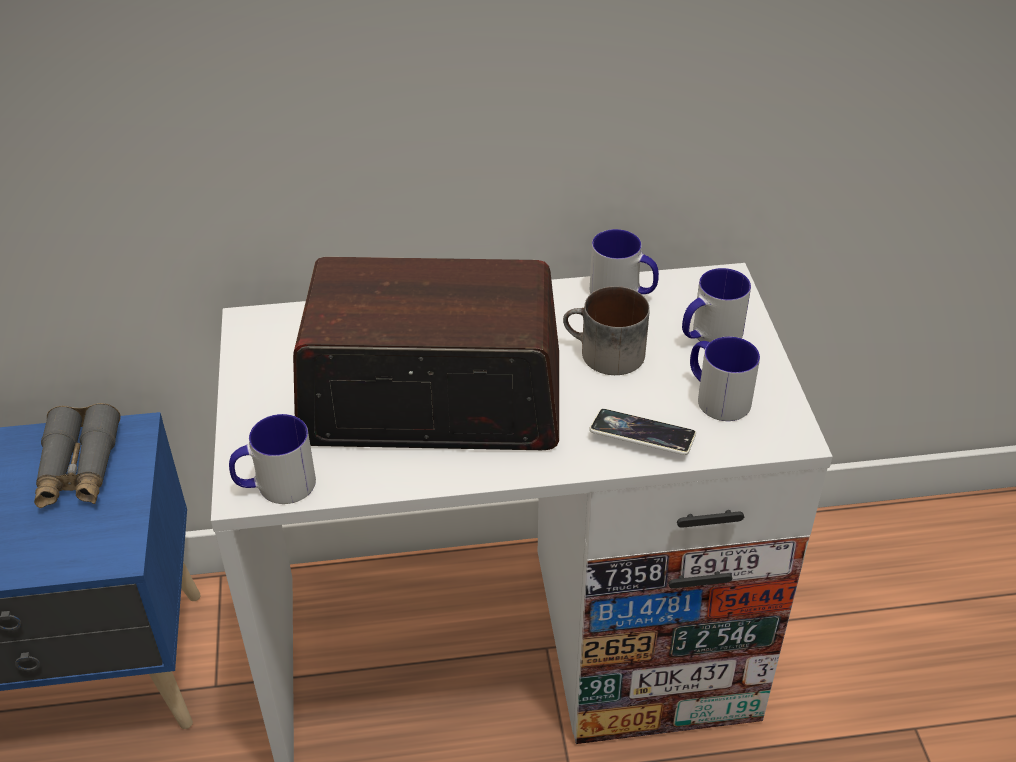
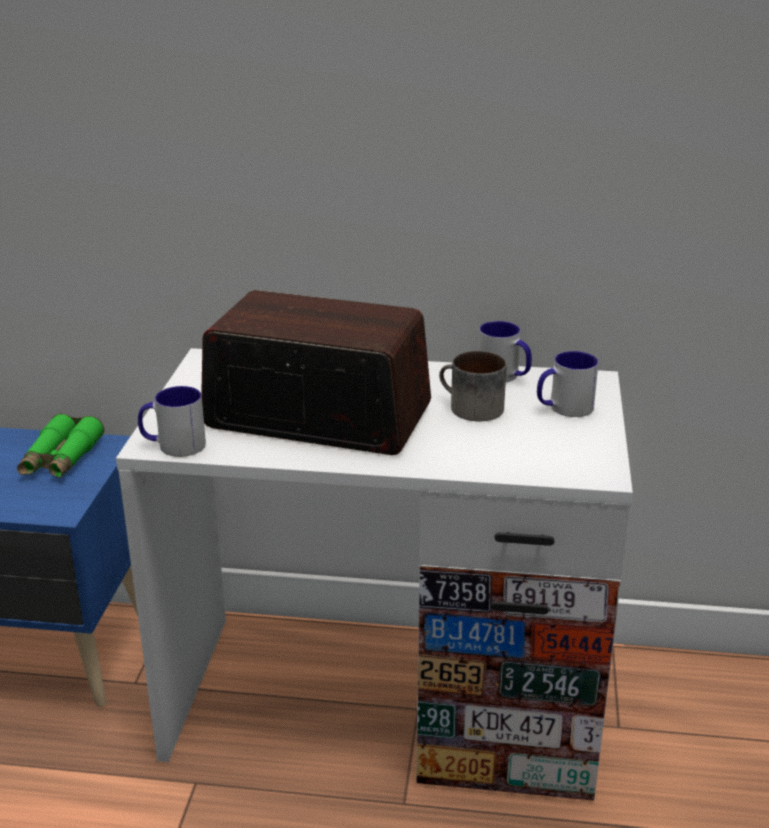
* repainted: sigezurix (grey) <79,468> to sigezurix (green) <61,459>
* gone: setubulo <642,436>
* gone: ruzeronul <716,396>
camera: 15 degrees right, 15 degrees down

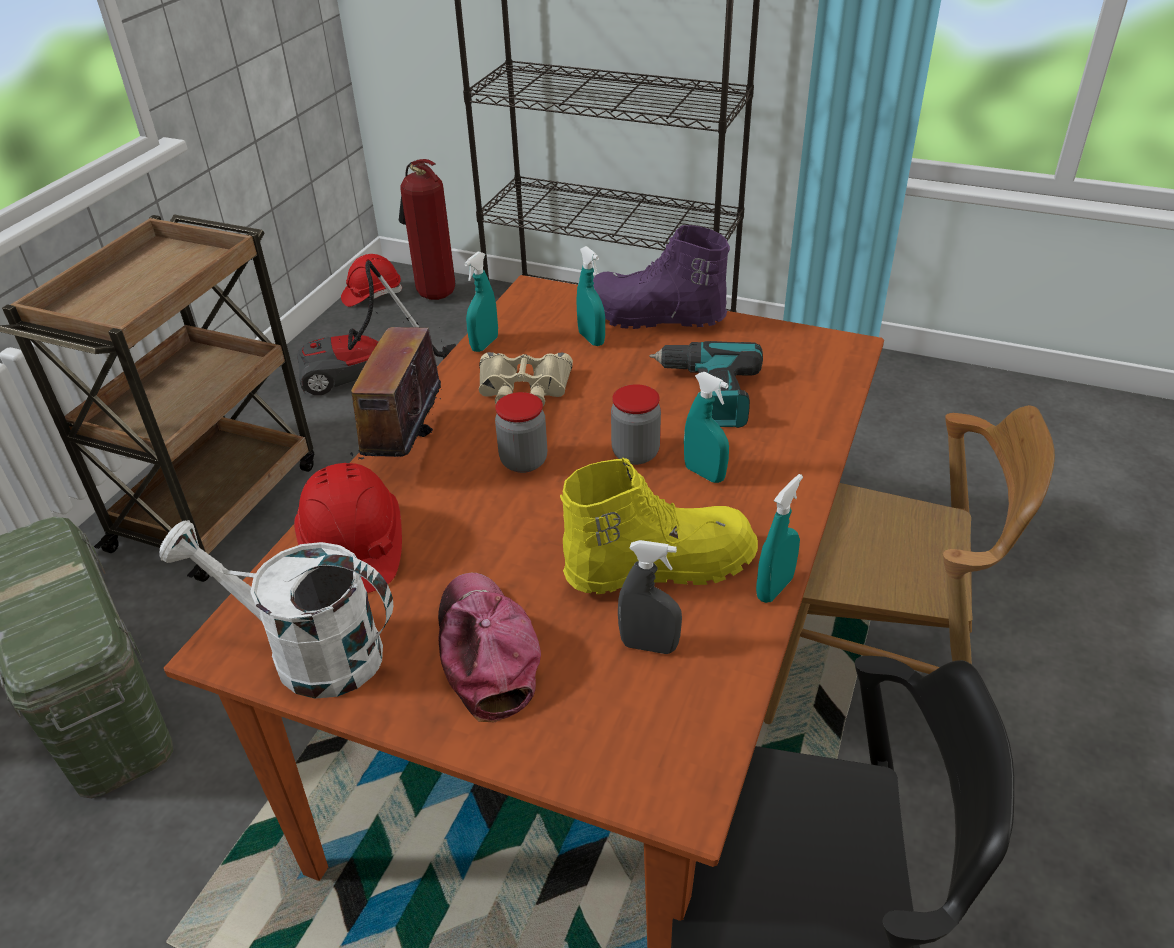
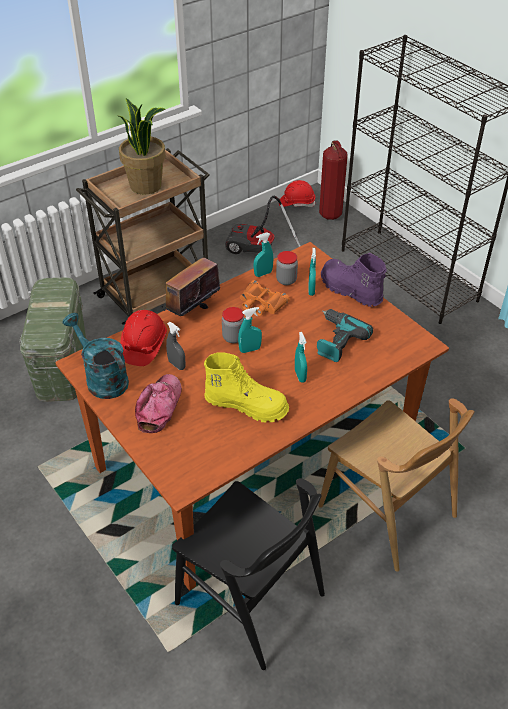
* repainted: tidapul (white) <308,653> to tidapul (turquoise) <102,378>
* new: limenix <146,185>
* shifted: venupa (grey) <649,646> to <177,365>
* shifted: venupa (turquoise) <774,588> to <250,349>
* repainted: sigezurix (beige) <524,388> to sigezurix (orange) <261,303>
* shifted: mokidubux <635,453> to <286,280>
camera: 30 degrees right, 5 degrees up

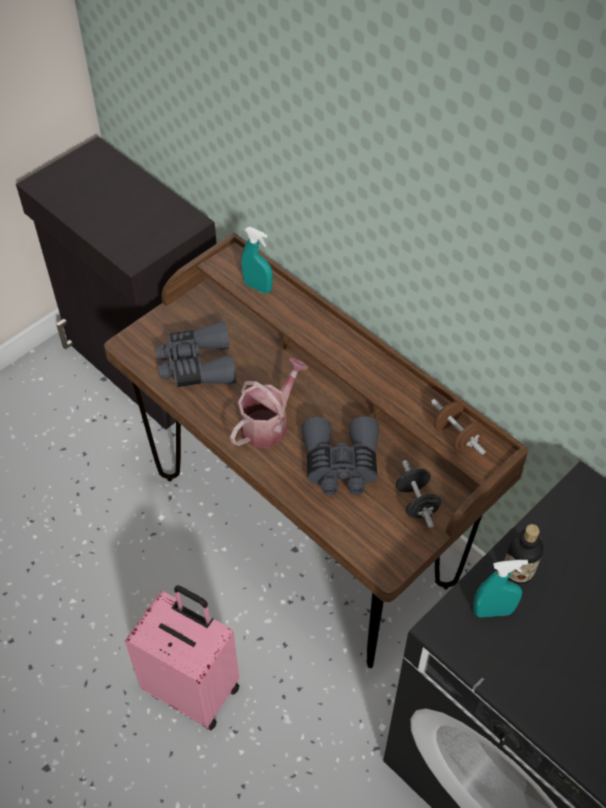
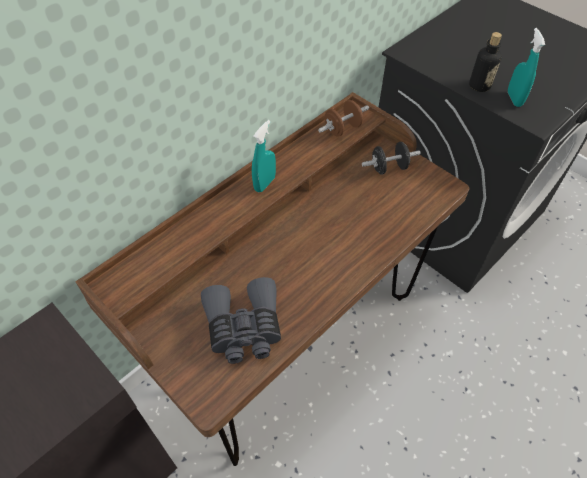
* shifted: venupa (turquoise) <258,287> to <264,184>
* gone: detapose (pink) <194,688>
* gone: tidapul <268,423>
* gone: sigezurix (grey) <341,464>
camera: 90 degrees left, 0 degrees up

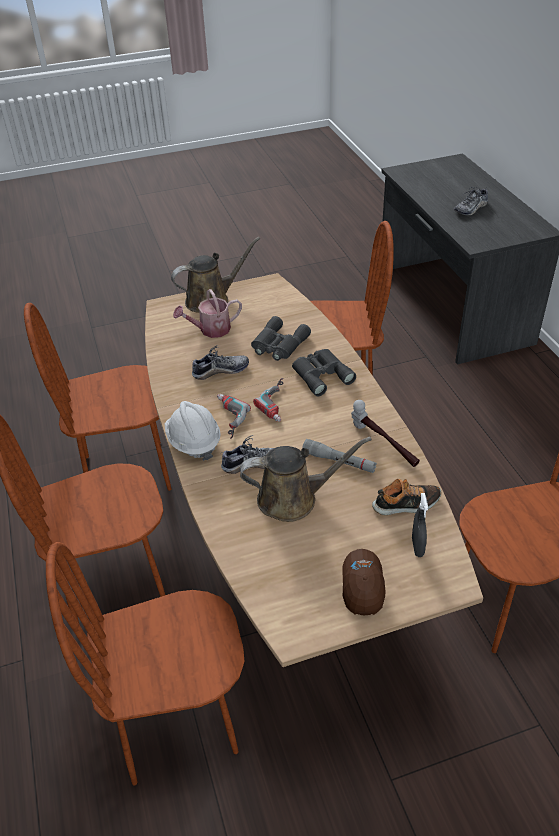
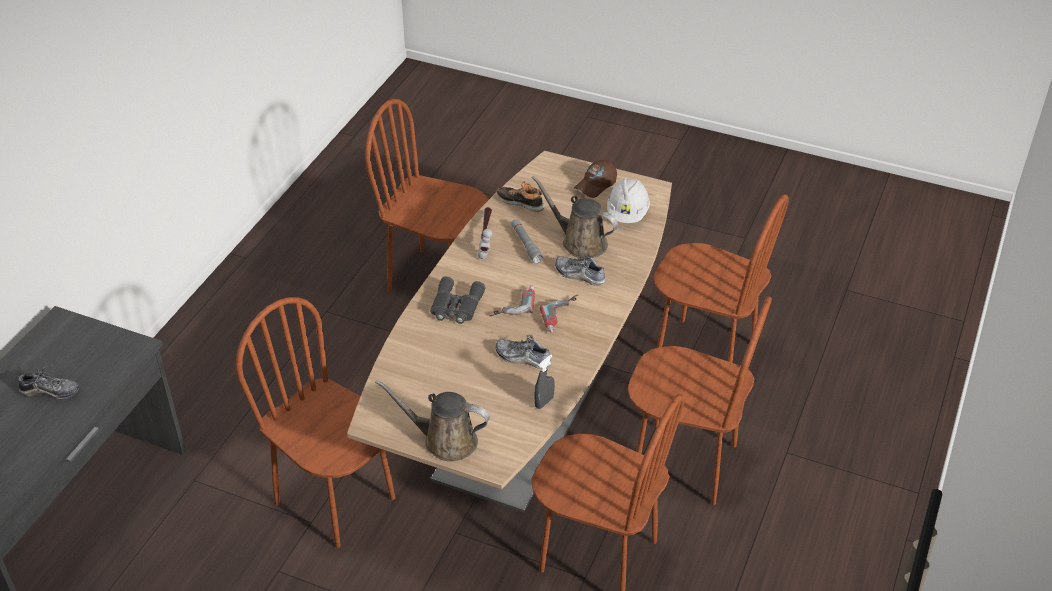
* shifted: venupa (grey) <417,547> to <544,402>
* shifted: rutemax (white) <193,442> to <627,213>
* gone: tidapul <210,330>
* gone: sigezurix (grey) <278,345>
camera: 140 degrees left, 0 degrees up

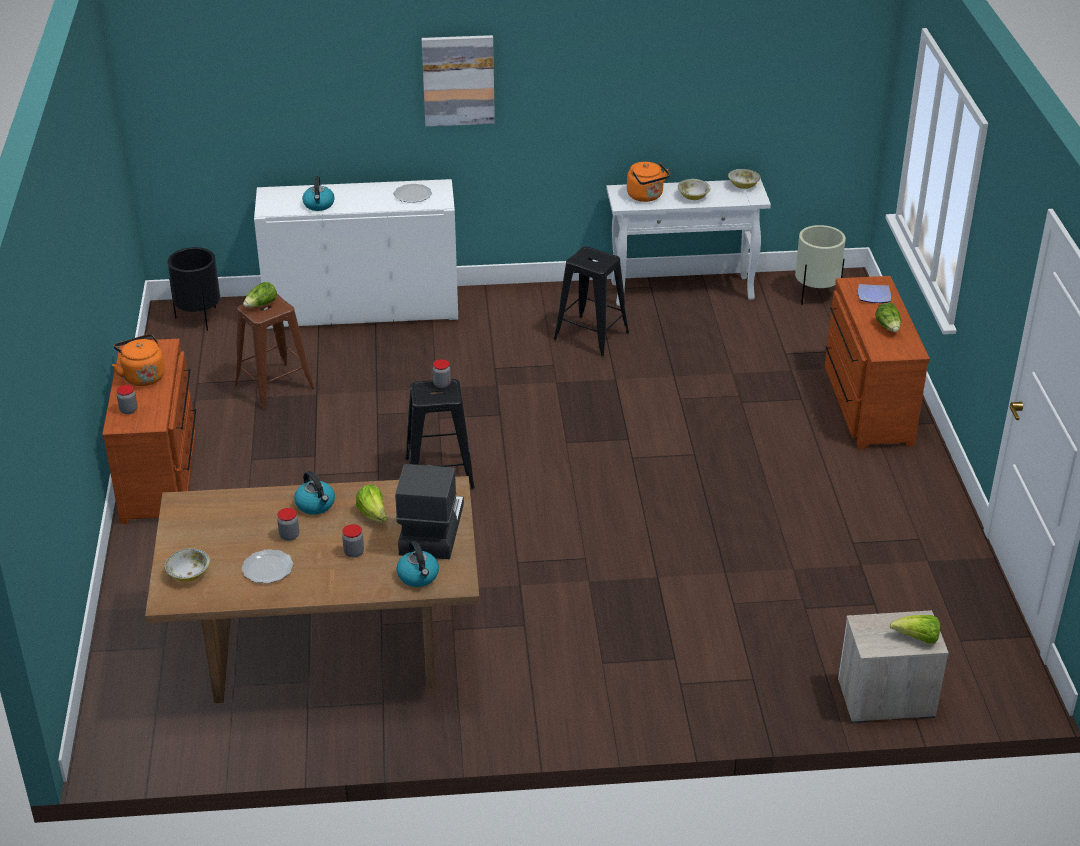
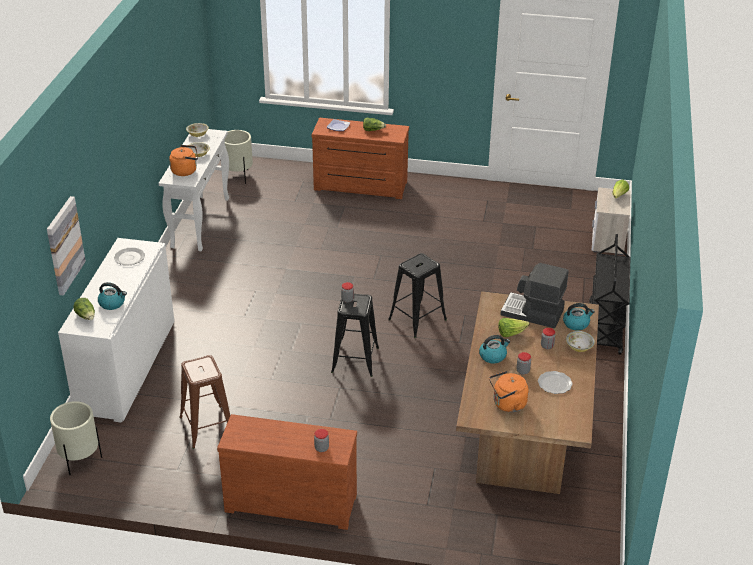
* shifted: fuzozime <458,80> to <64,245>
* repainted: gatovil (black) <199,318> to gatovil (beige) <80,460>
* shifted: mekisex <261,305> to <86,316>
* shifted: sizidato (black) <591,337> to <418,319>
* shifted: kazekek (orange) <142,376> to <507,404>
* shifted: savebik <189,574> to <579,347>
* new: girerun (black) <605,329>
camera: 75 degrees left, 0 degrees up

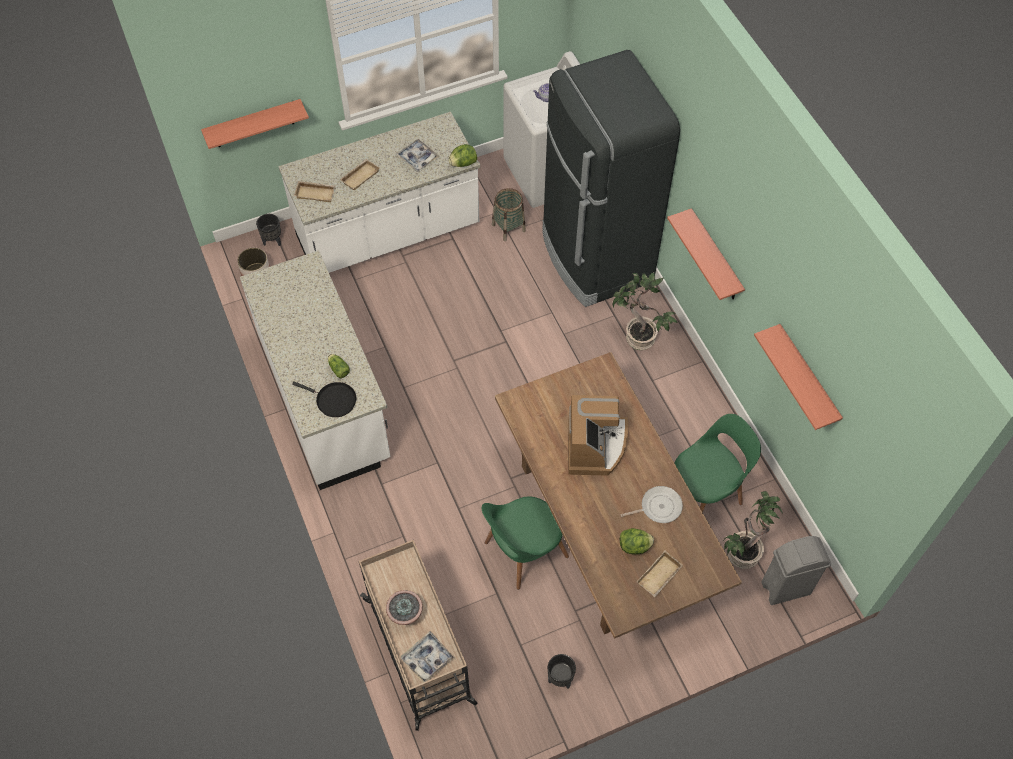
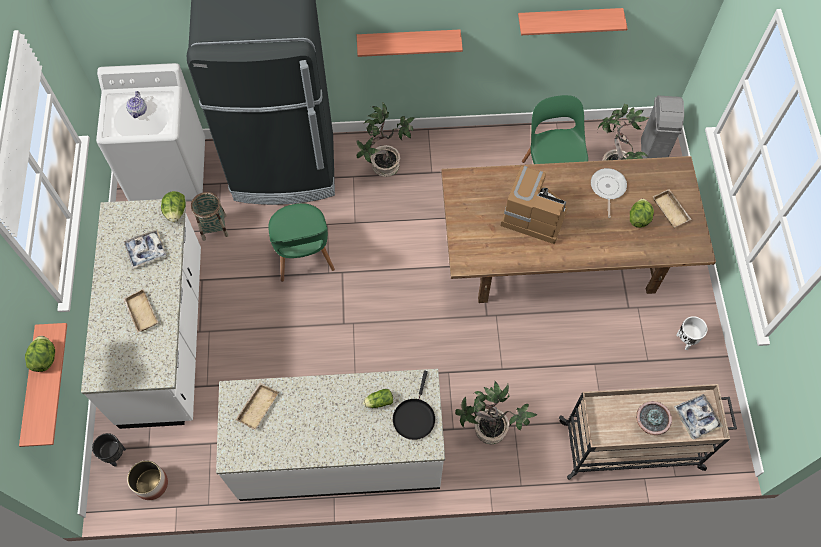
* new: mekisex <45,358>
* shifted: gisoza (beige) <316,193> to <257,406>
* shifted: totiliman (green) <523,551> to <303,255>
* rotated: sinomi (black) <333,400> = <414,417> 150 degrees clockwise
* new: limenix <489,430>
* repainted: gatovil (black) <560,679> to gatovil (white) <685,340>
camera: 70 degrees left, 5 degrees up

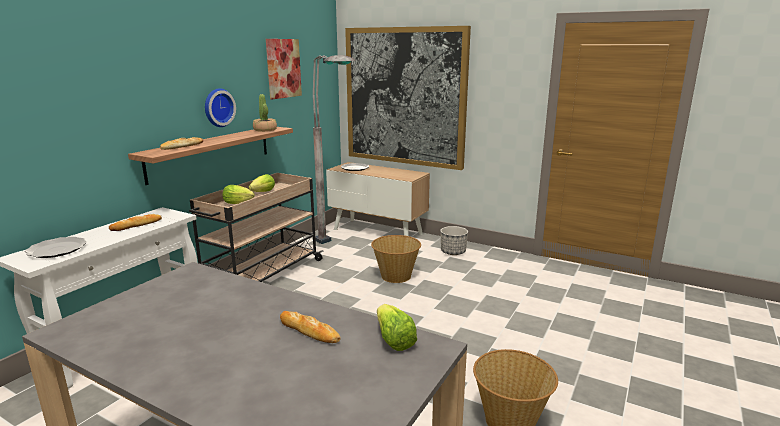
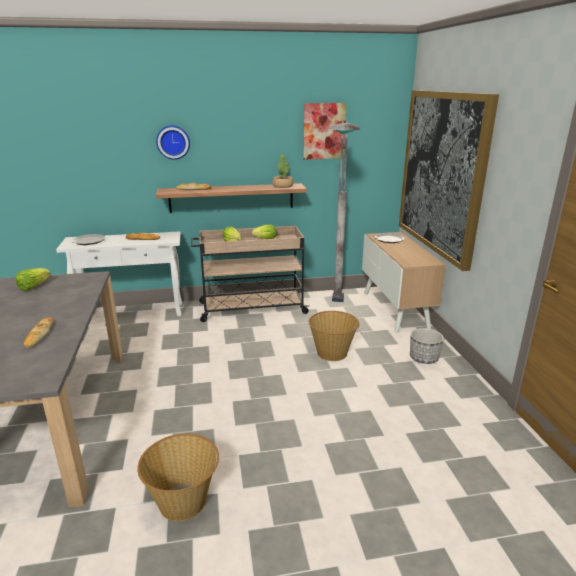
* shifted: mekisex <393,340> to <33,287>
* shifted: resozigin <218,107> to <173,142>
camera: 50 degrees right, 5 degrees up

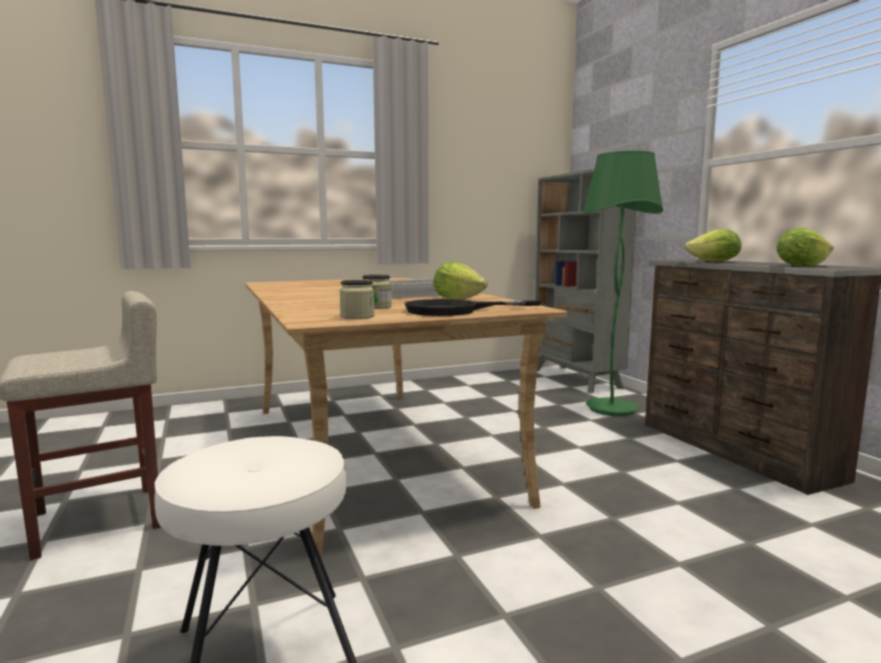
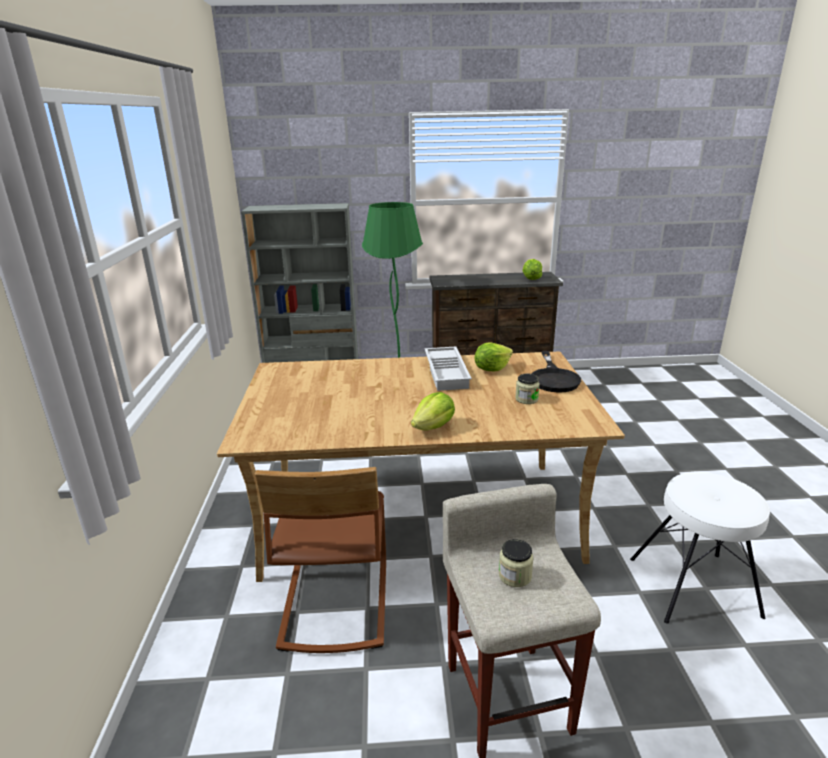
* new: totiliman (brown) <334,602>
* shifted: mekisex <714,262> to <434,427>
* shifted: mokidubux <357,316> to <515,576>
camera: 70 degrees left, 15 degrees up

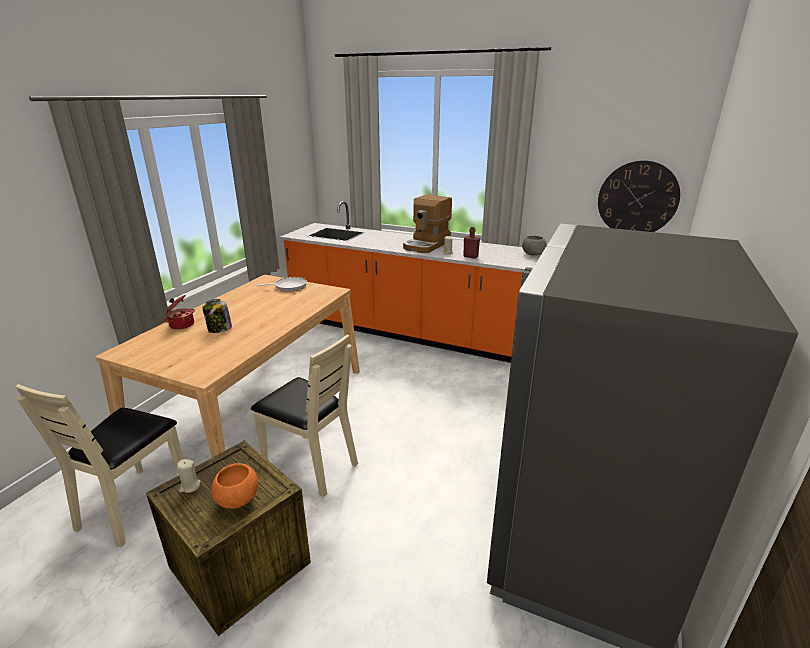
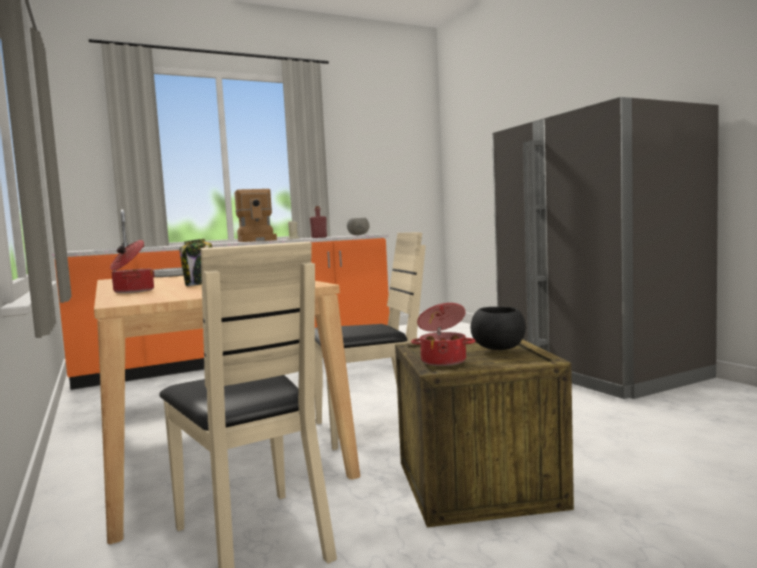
* swapped: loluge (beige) <190,486> to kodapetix <443,361>
* repainted: savebik (orange) <238,499> to savebik (black) <498,348>
* gone: resozigin <637,199>
camera: 50 degrees left, 20 degrees down

